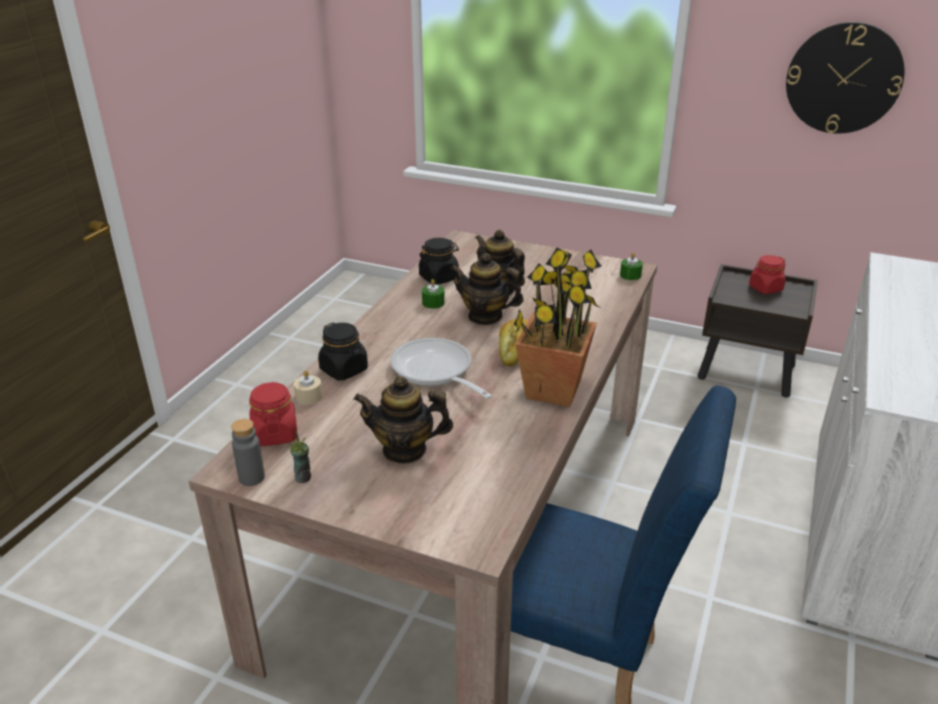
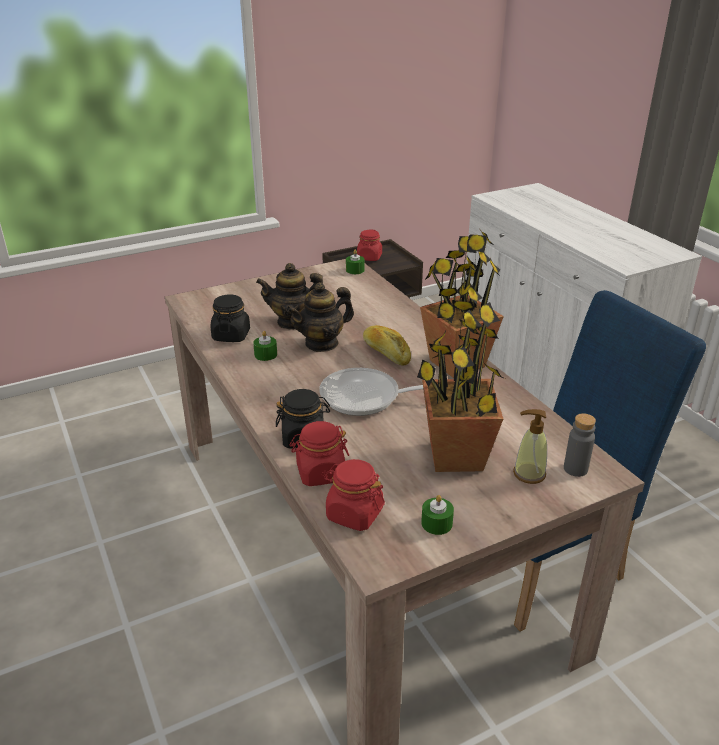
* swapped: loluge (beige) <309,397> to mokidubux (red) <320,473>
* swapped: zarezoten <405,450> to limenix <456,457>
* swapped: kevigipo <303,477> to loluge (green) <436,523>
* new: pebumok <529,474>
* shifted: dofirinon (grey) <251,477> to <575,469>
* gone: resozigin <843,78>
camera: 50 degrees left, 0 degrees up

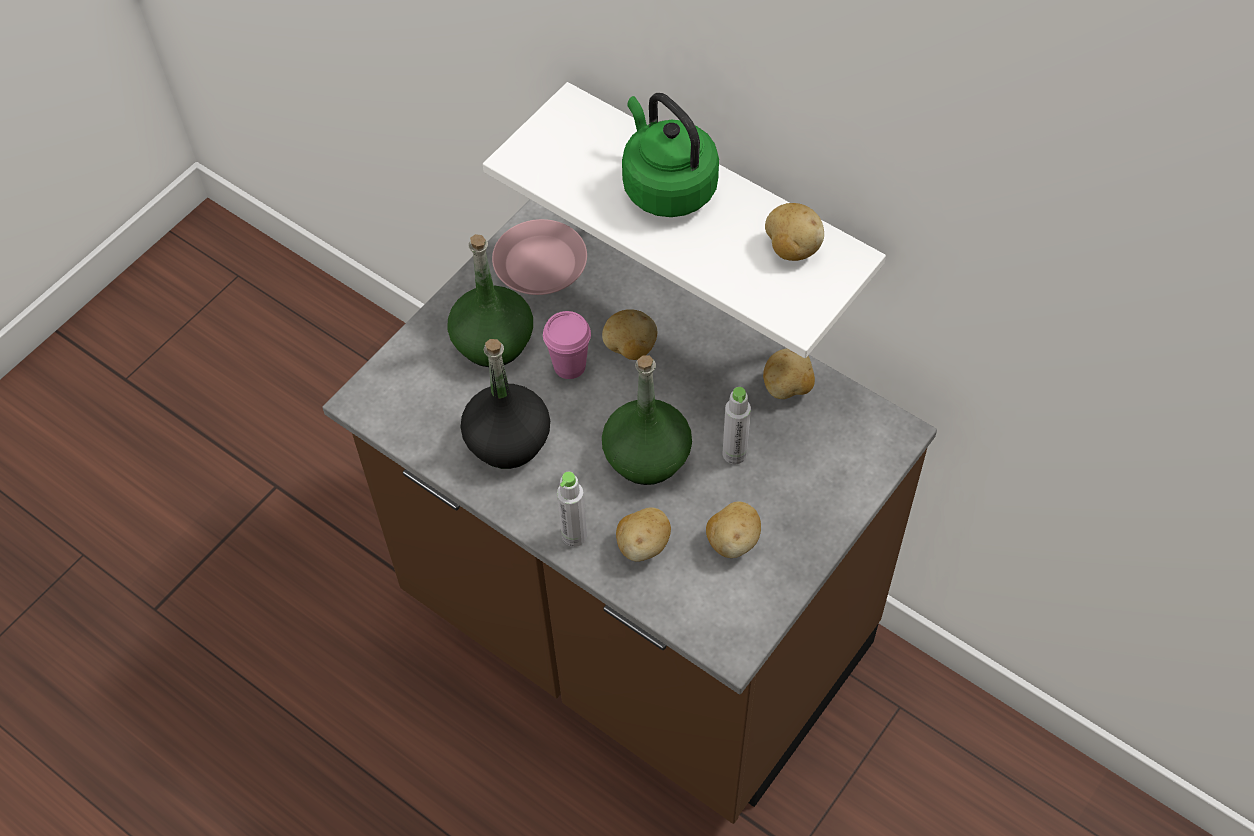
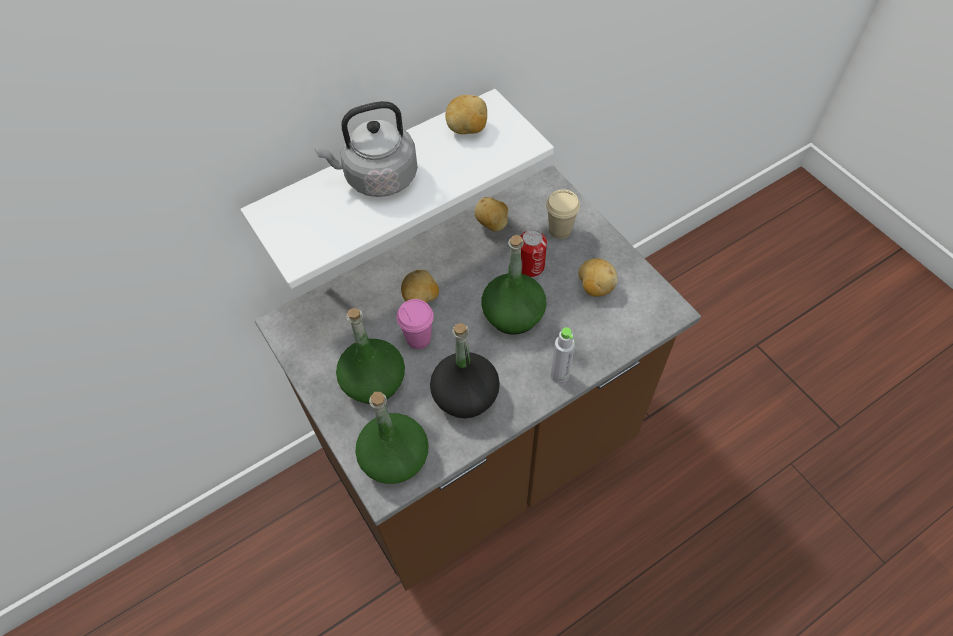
* repainted: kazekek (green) <666,186> to kazekek (grey) <377,178>
* new: dofirinon (green) <395,458>
* swapped: dofirinon (grey) <734,454> to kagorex <530,266>
* new: kevigipo (beige) <560,230>
* gone: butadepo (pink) <541,264>
* gone: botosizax <643,545>
camera: 70 degrees left, 0 degrees up

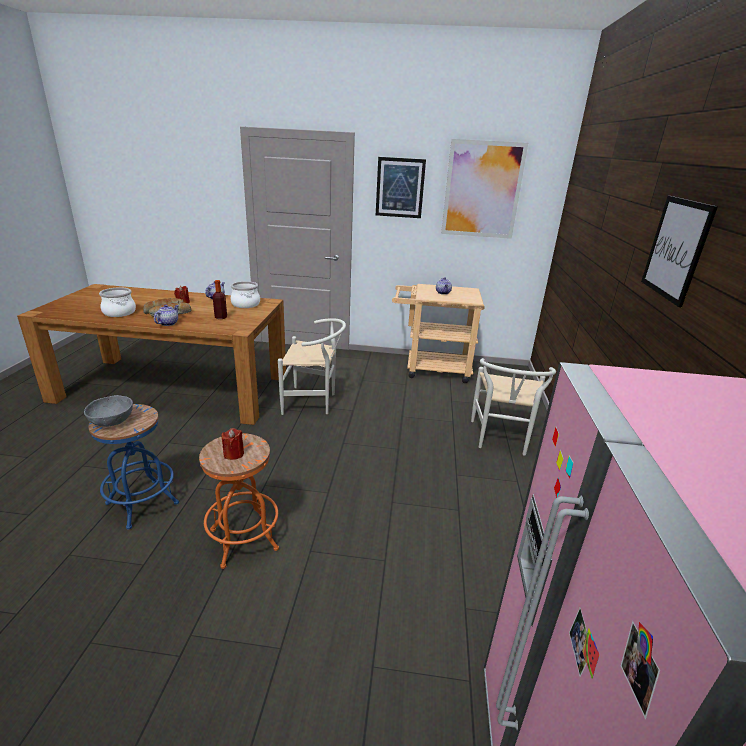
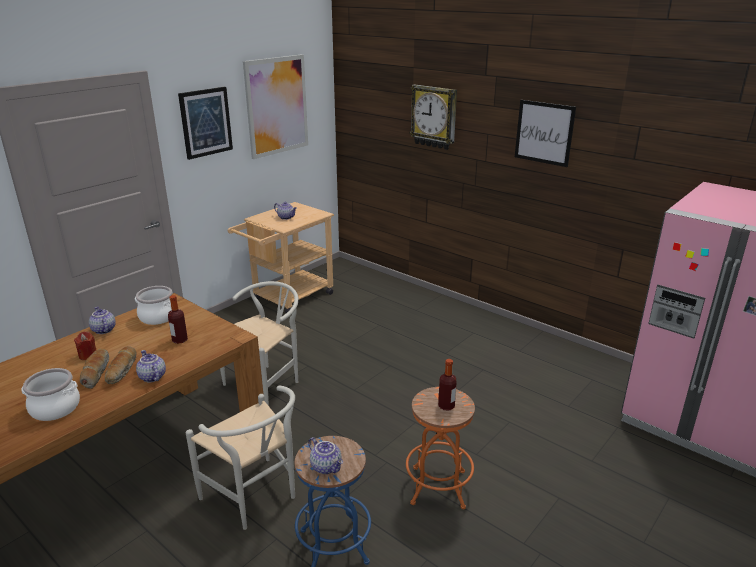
* shifted: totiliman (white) <501,440> to <255,498>
* swapped: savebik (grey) <112,421> to zarezoten <327,466>
* new: resozigin <434,117>
* swapped: loluge (red) <233,454> to dofirinon <446,406>
camera: 55 degrees left, 0 degrees up

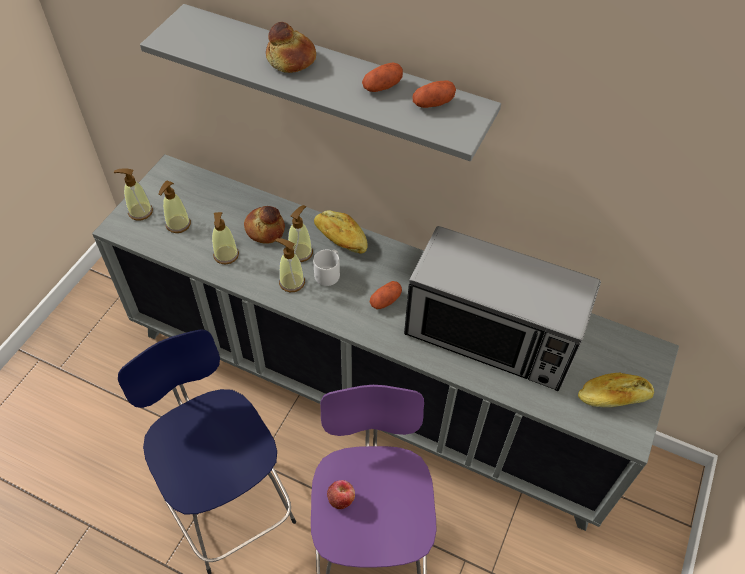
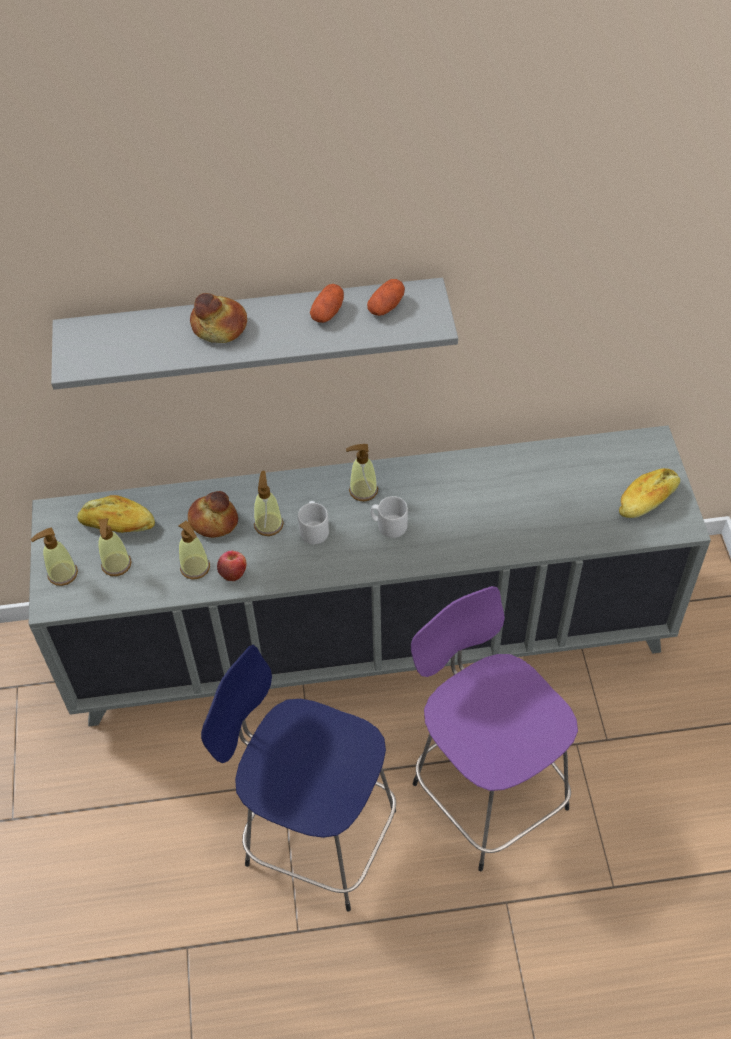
* shifted: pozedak <340,238> to <117,524>
* shifted: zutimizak <341,498> to <233,572>
* shifted: pebumok <291,282> to <363,490>
* swapped: botosizax <385,301> to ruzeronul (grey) <388,525>
* gone: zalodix <491,334>
camera: 30 degrees left, 0 degrees up

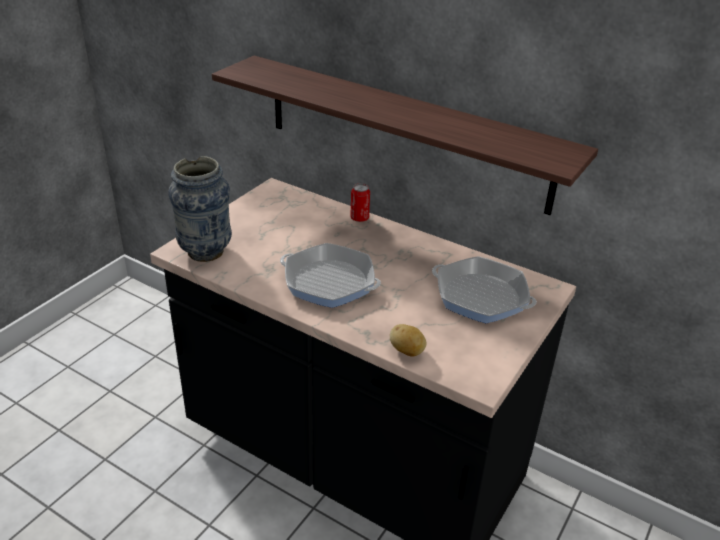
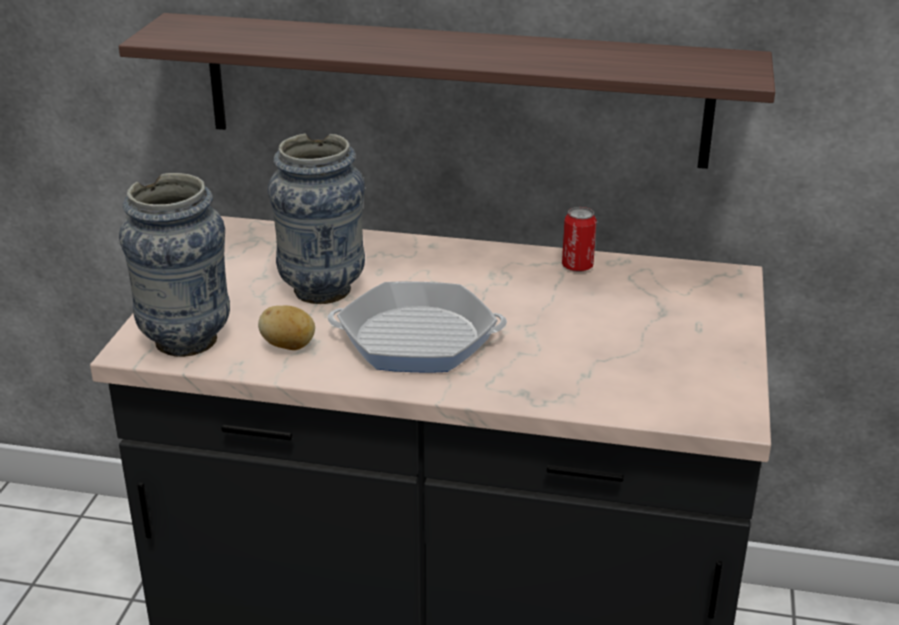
* shifted: botosizax <407,351> to <288,346>
* new: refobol <322,290>
* shifted: kagorex <359,218> to <577,266>
* gone: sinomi <481,296>
camera: 20 degrees left, 5 degrees down

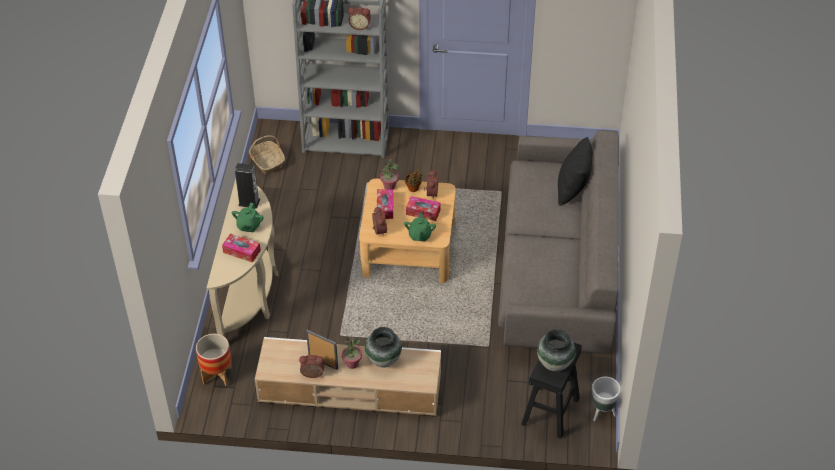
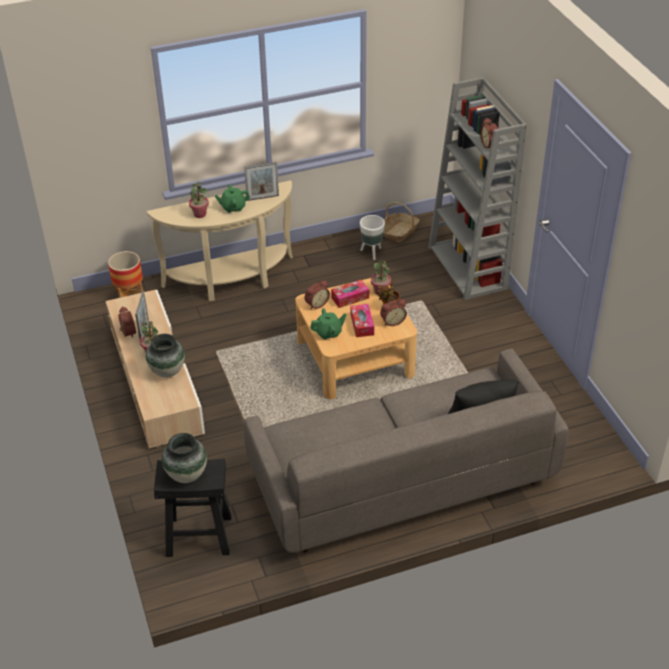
* swapped: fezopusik <241,251> to limenix <200,214>
* swapped: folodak <249,202> to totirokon <262,198>
* shifted: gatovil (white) <602,413> to <371,252>
camera: 65 degrees right, 5 degrees down

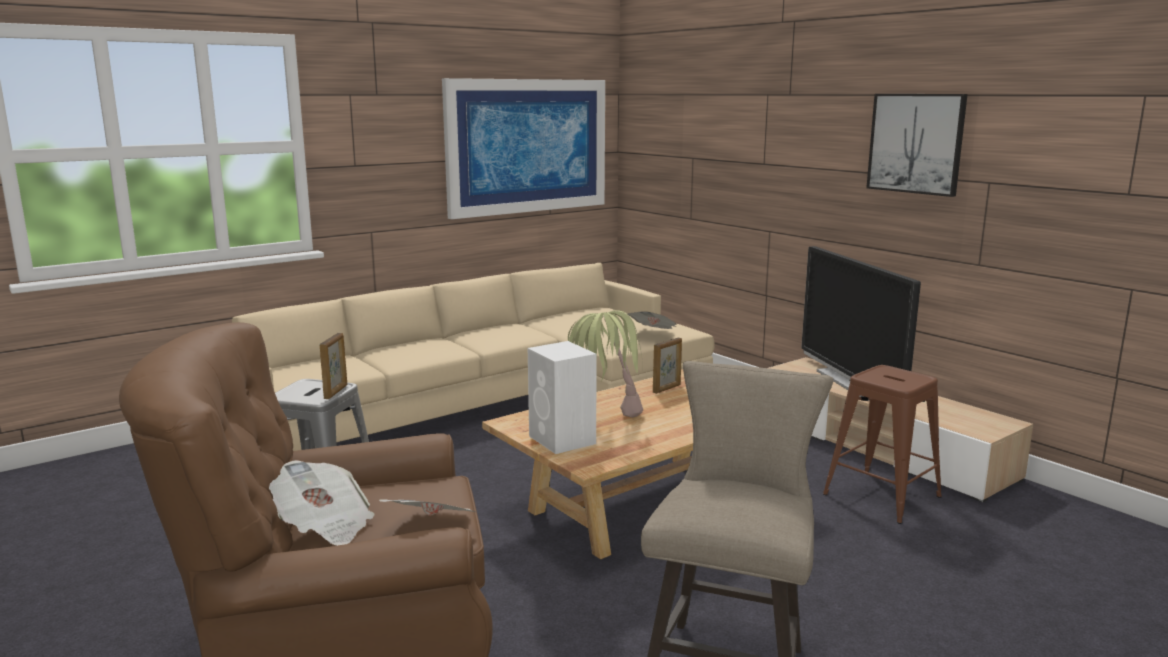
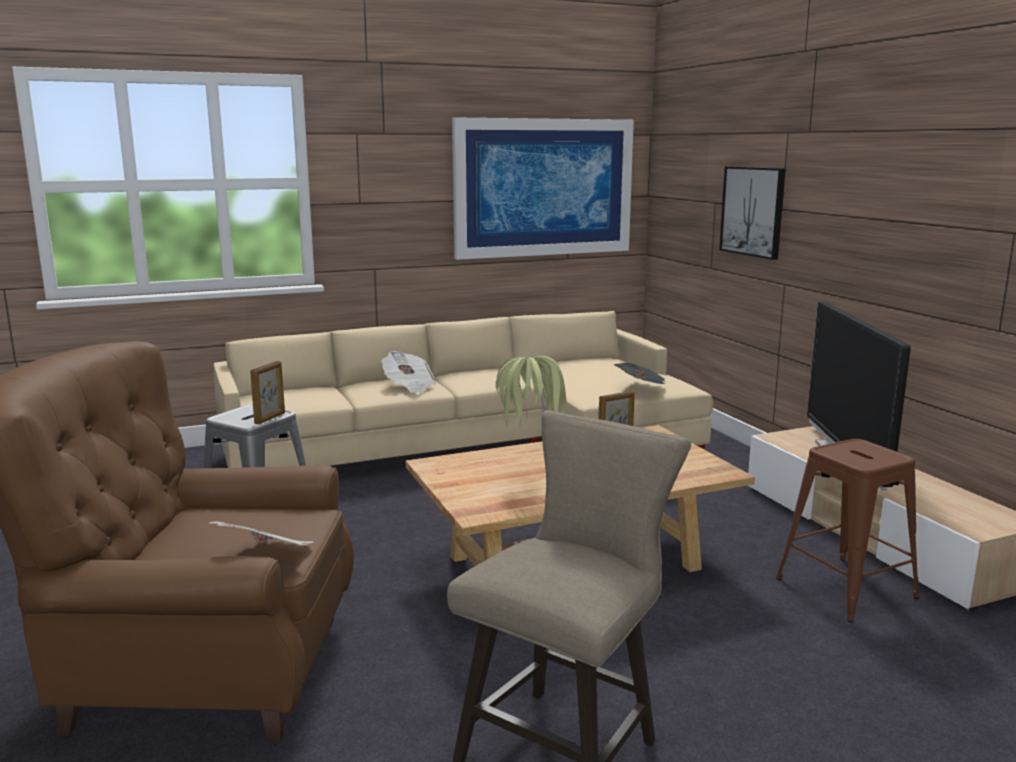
* shifted: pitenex <325,525> to <409,386>
* shifted: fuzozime <916,143> to <753,211>
* gone: folodak (white) <563,440>
camera: 15 degrees right, 0 degrees up

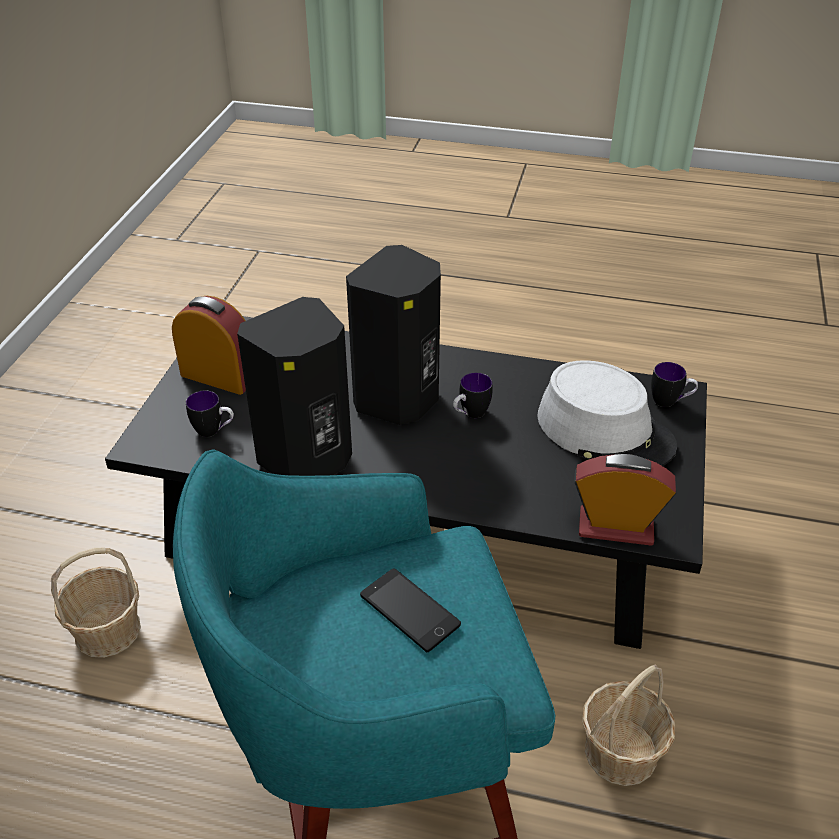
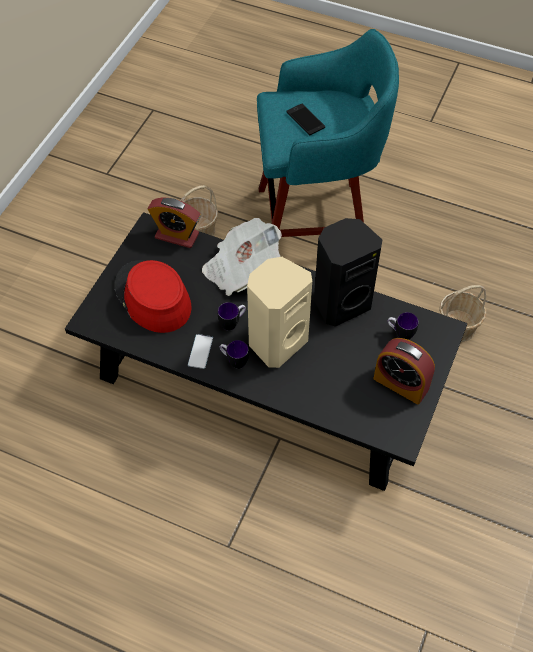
* repainted: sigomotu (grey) <605,431> to sigomotu (red) <152,297>
* new: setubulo <200,351>
* new: pitenex <241,269>
* shifted: ruzeronul <670,402> to <234,361>
* repainted: folodak (black) <399,400> to folodak (beige) <276,342>
camera: 170 degrees left, 15 degrees up

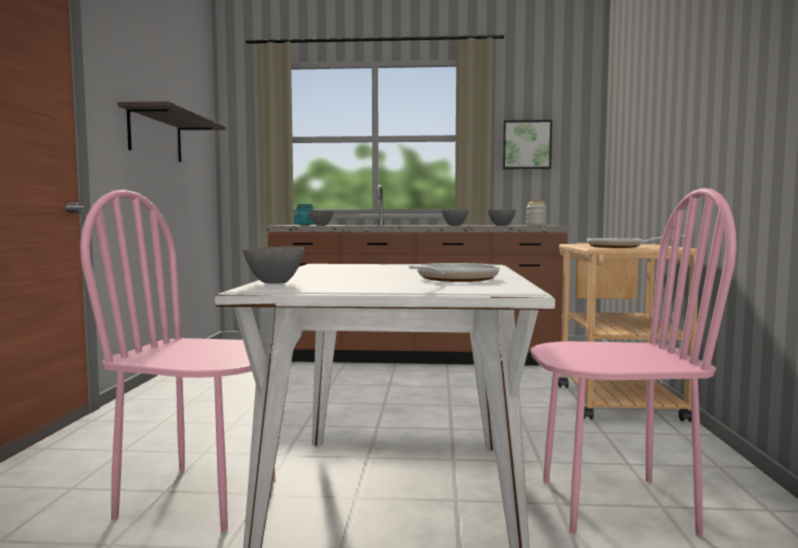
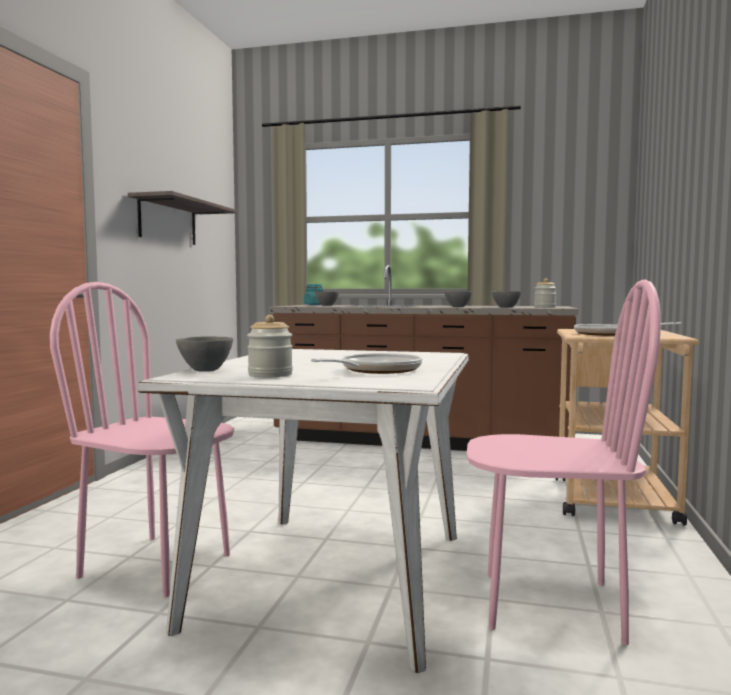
* new: mokidubux <270,375>
* gone: fuzozime <526,145>
camera: 10 degrees right, 0 degrees up

